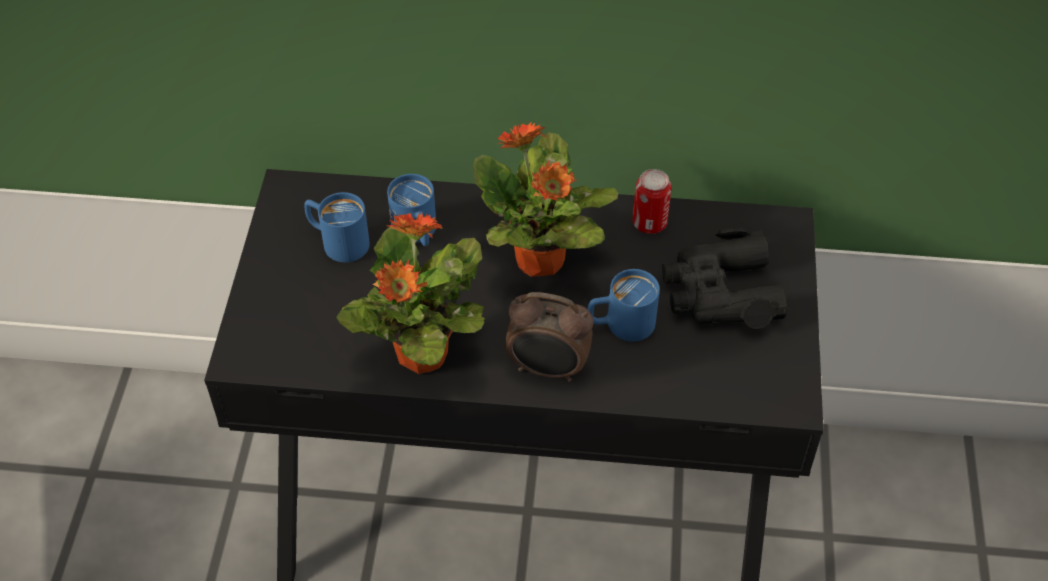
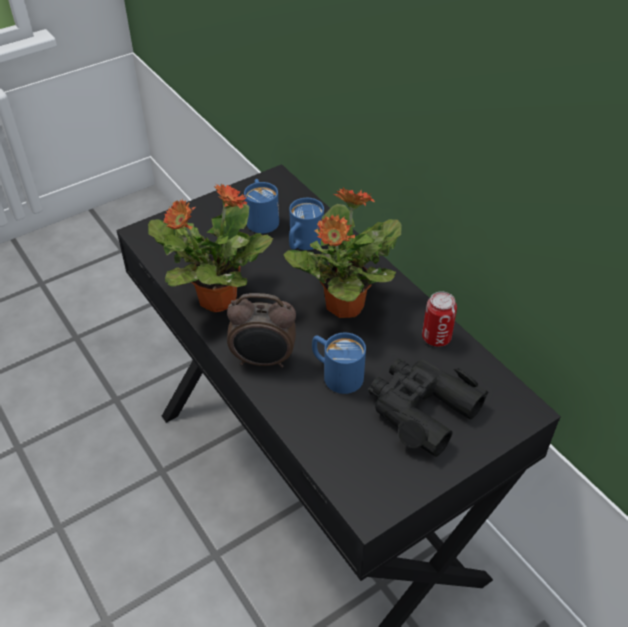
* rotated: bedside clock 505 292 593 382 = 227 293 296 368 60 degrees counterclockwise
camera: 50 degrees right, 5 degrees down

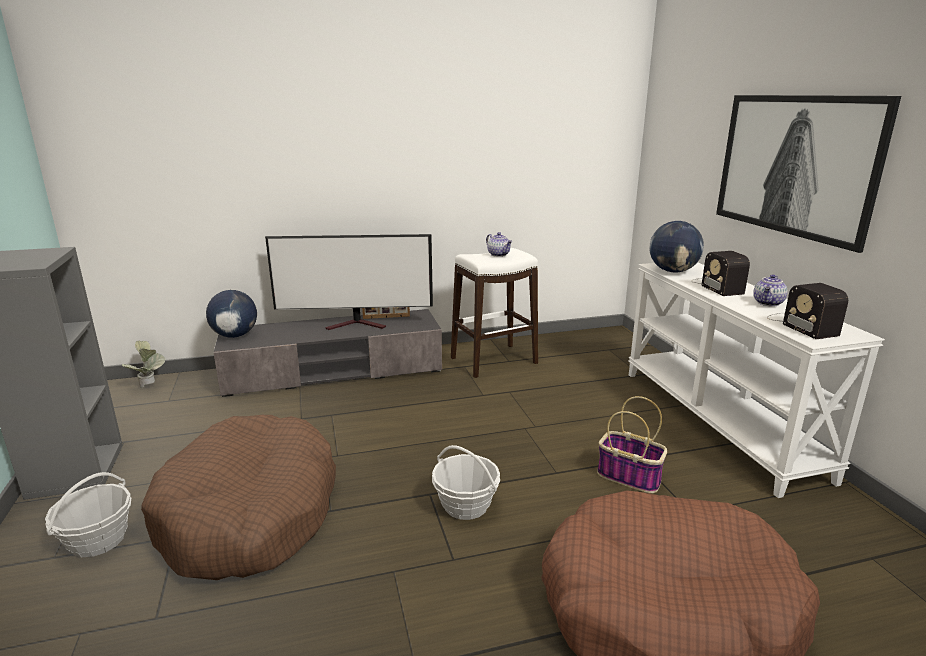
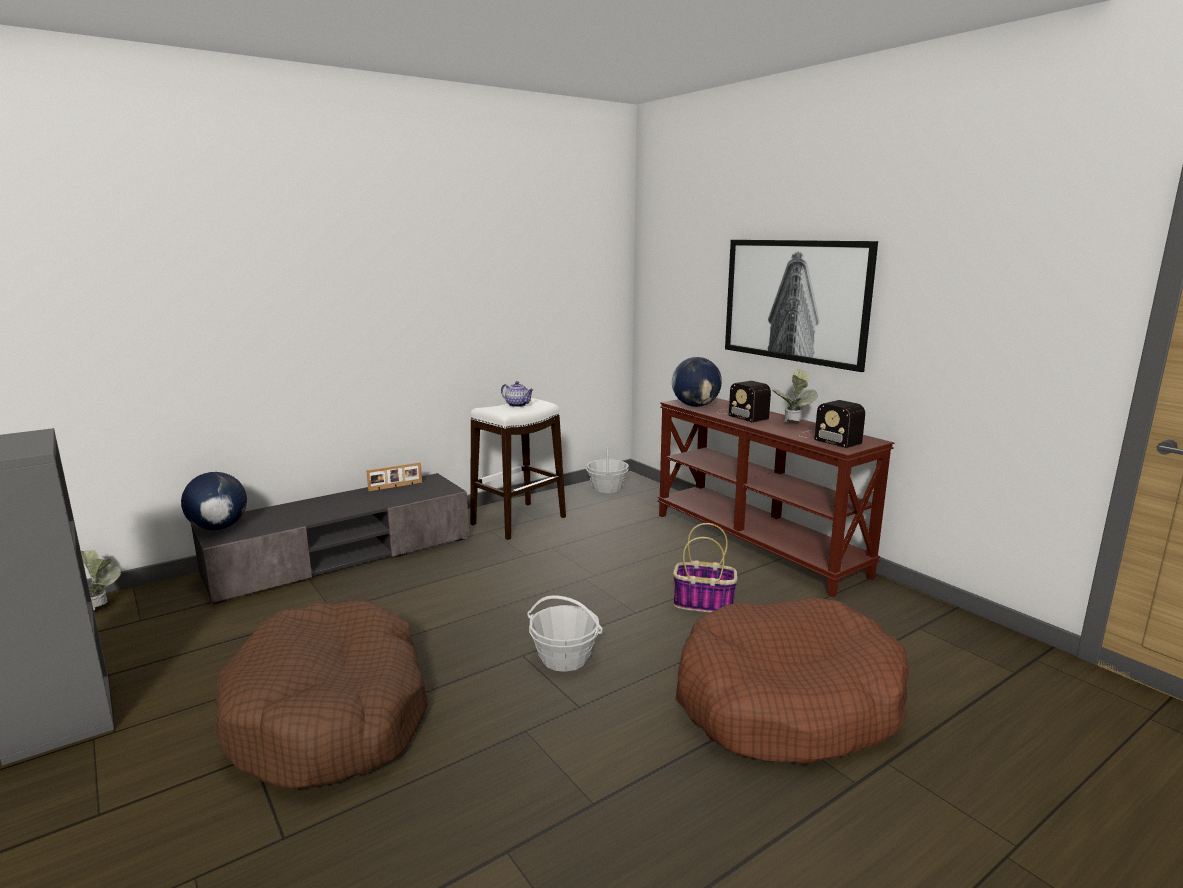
* shifted: basket 45 472 131 557 to 586 447 629 493
* gone: television 265 234 433 330
* repainted: whitish hall table 628 262 885 498 to brown hall table 658 398 894 598
* swapped: teapot 753 274 788 307 to plant in a pot 772 369 818 423
camera: 20 degrees left, 5 degrees down

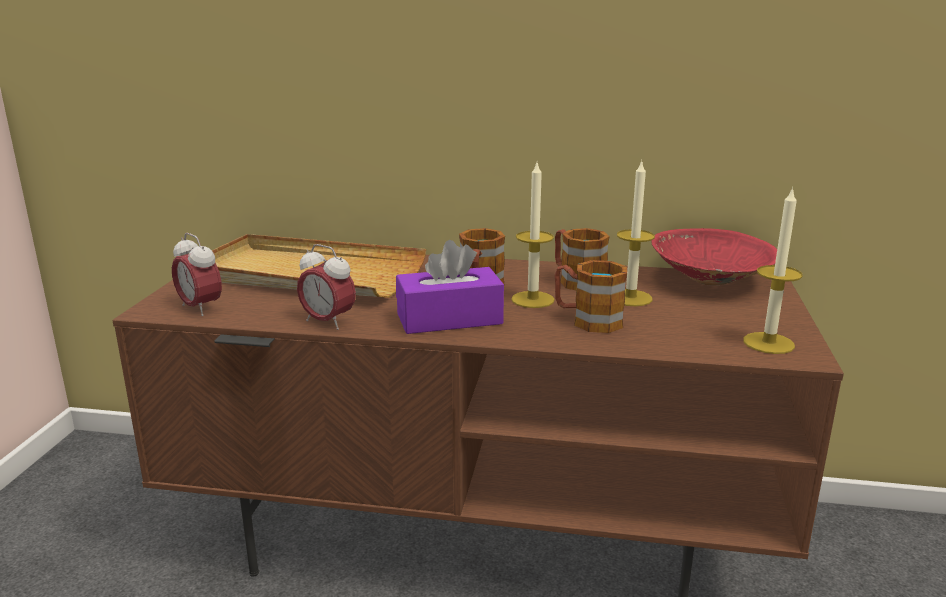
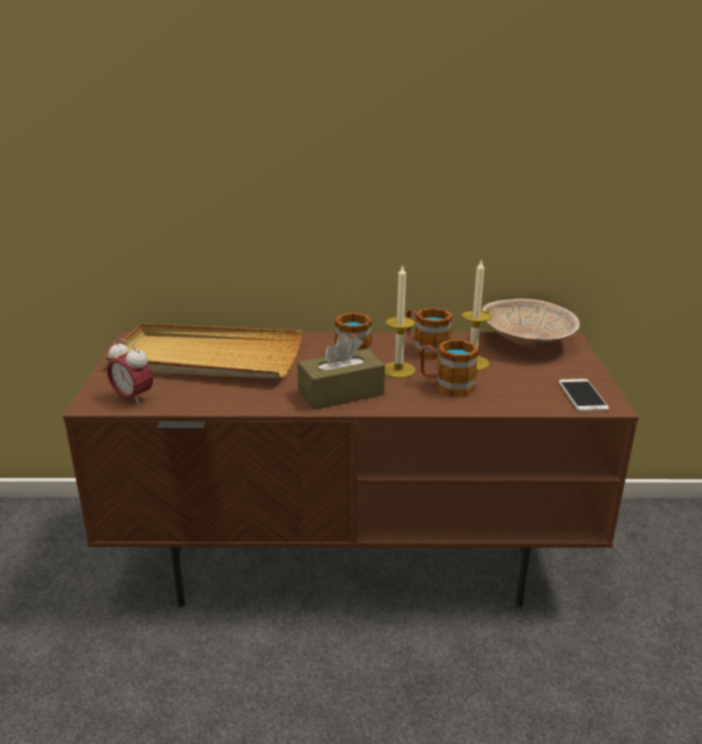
* gone: bedside clock 297 244 356 330
* repainted: purplish tissue box 396 240 504 334 to brown tissue box 297 334 385 410
* repainted: red-coloured deep dish 652 228 777 286 to beige deep dish 482 299 580 347
* swapped: wax candle 743 187 803 354 to handset 559 379 609 412
camera: 10 degrees left, 5 degrees up

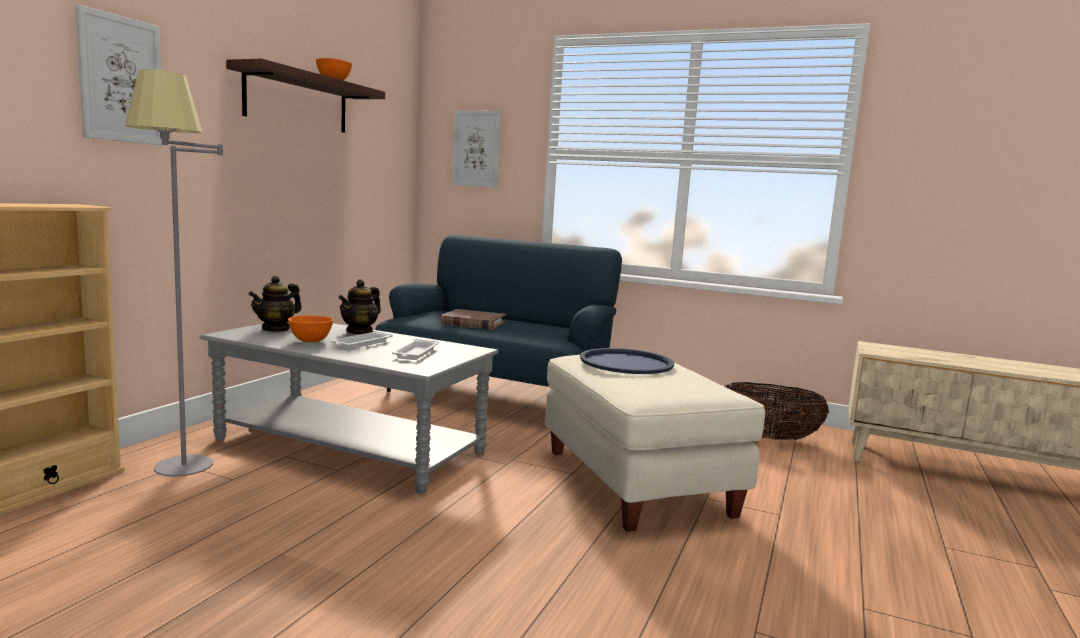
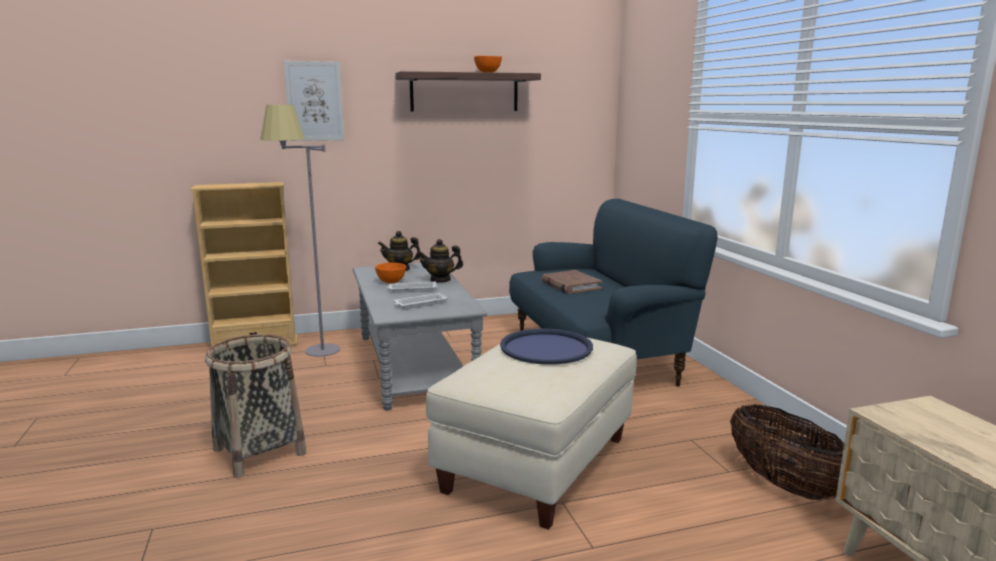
* gone: wall picture 452 111 501 188
* new: basket 205 334 306 478
camera: 50 degrees right, 5 degrees up

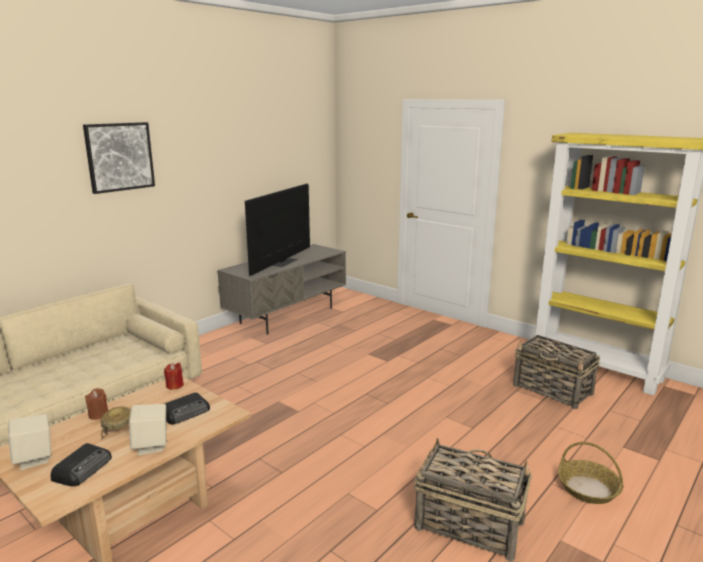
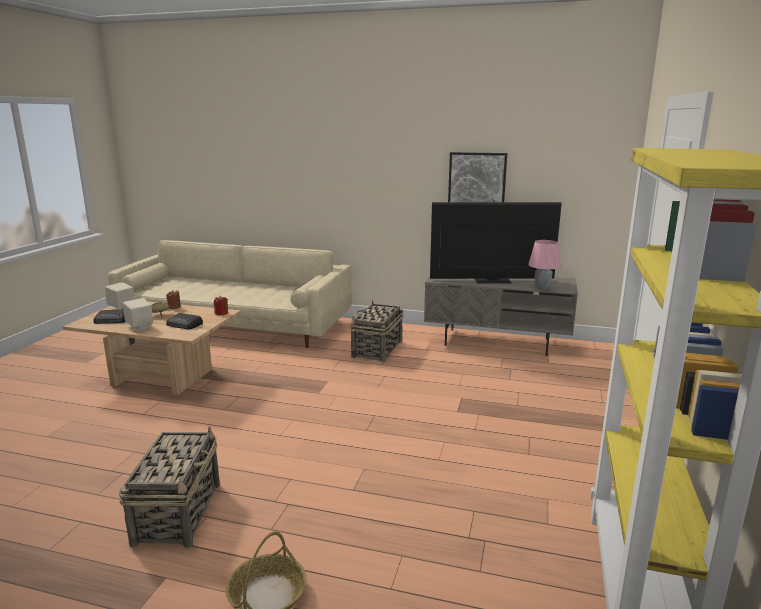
* shifted: wall picture 83 122 155 194 to 448 152 507 202
* shifted: basket 513 335 600 409 to 350 300 404 362
* new: pink tabletop lamp 528 240 561 289
camera: 65 degrees right, 0 degrees up

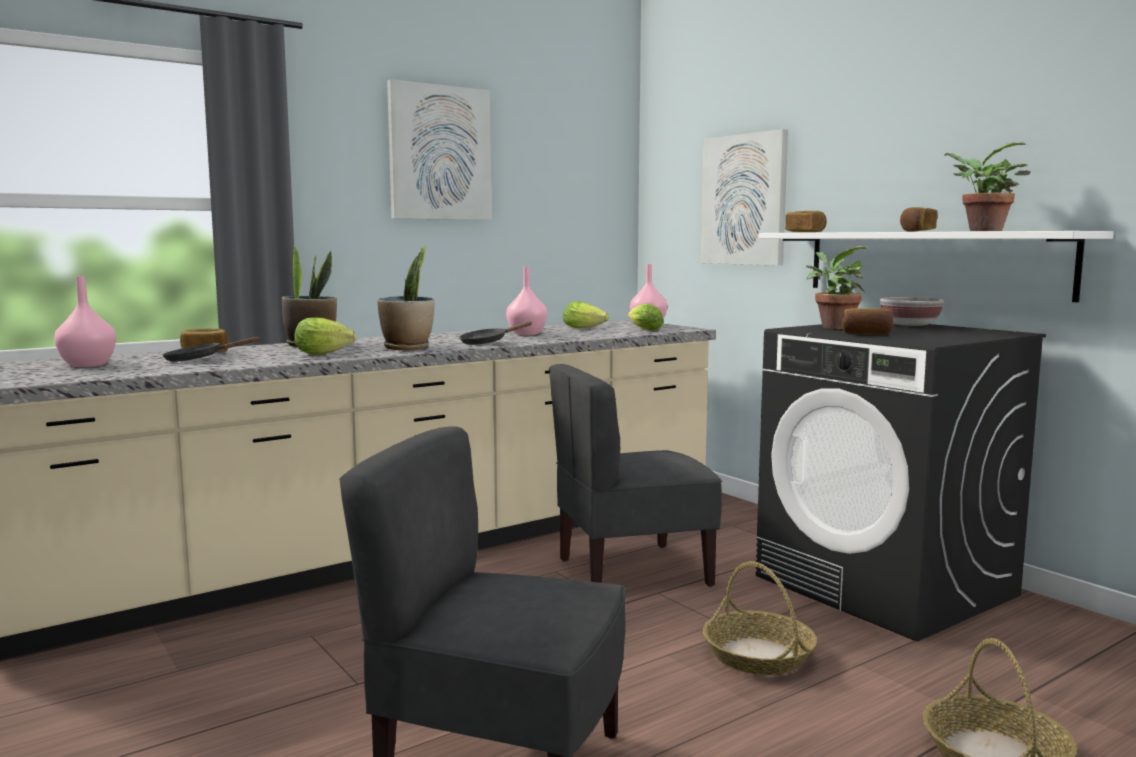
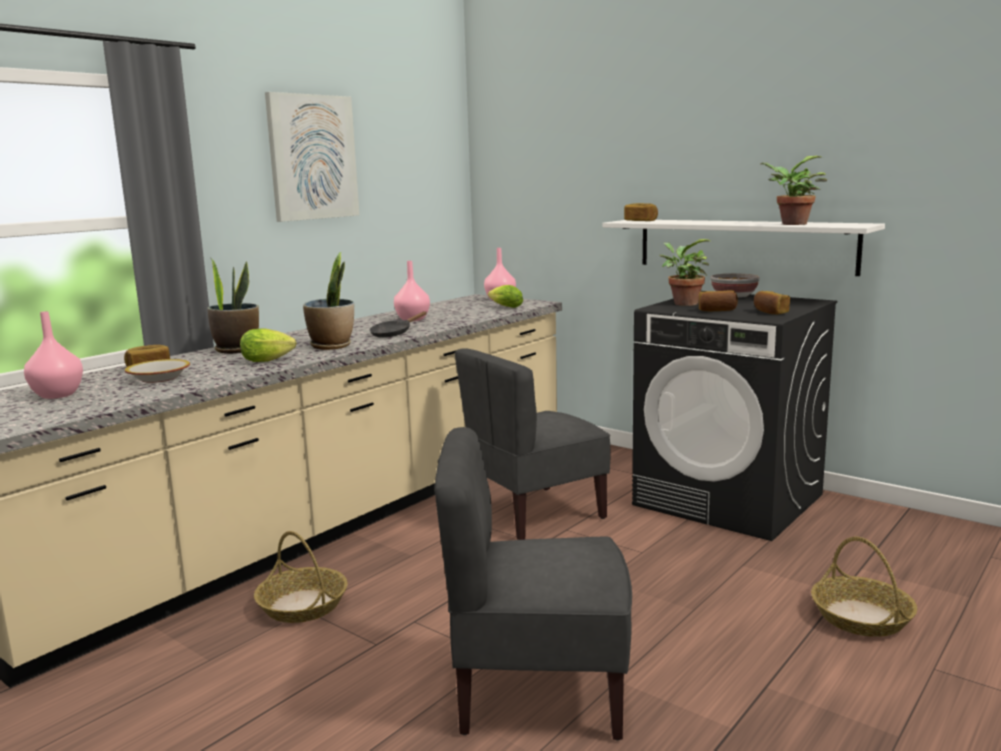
* swapped: black-coloured frying pan 162 337 261 362 to deep dish 125 359 190 383
* gone: lettuce head 563 301 609 328
* gone: wall picture 700 129 788 266
* shifted: basket 703 561 817 675 to 254 531 348 623
* shifted: bakery bread 900 207 938 232 to 754 291 790 314
camera: 15 degrees left, 5 degrees up

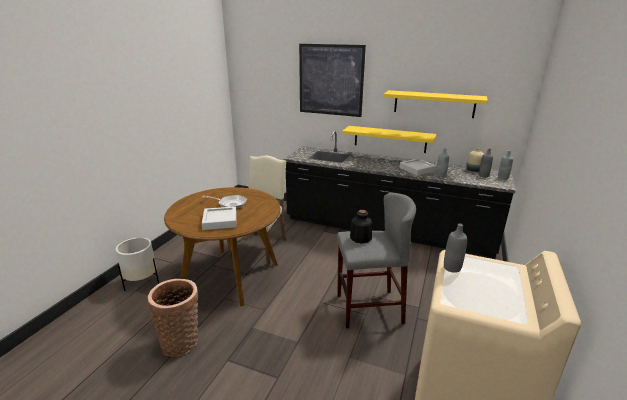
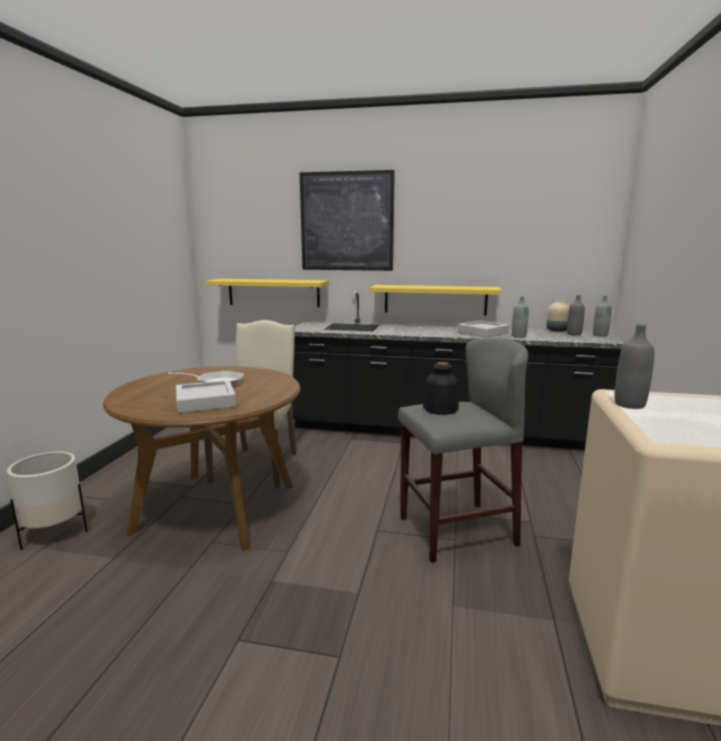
* gone: basket 148 279 199 357
* shifted: yellowish shelf 383 90 488 118 to 205 279 329 307
camera: 10 degrees left, 10 degrees down

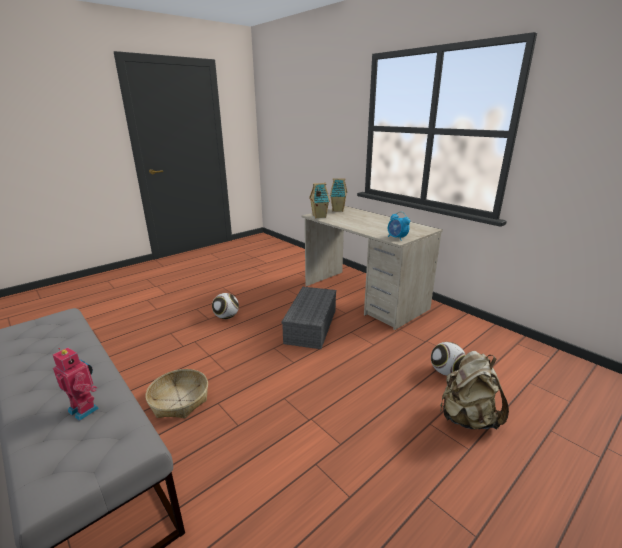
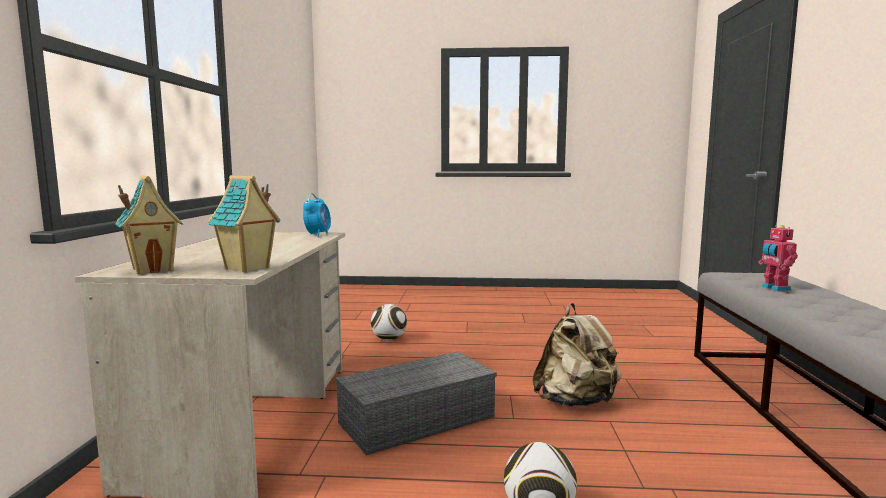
* gone: basket 146 369 208 418
* shifted: beige rucksack 440 351 509 430 to 532 303 622 407
camera: 135 degrees left, 15 degrees down

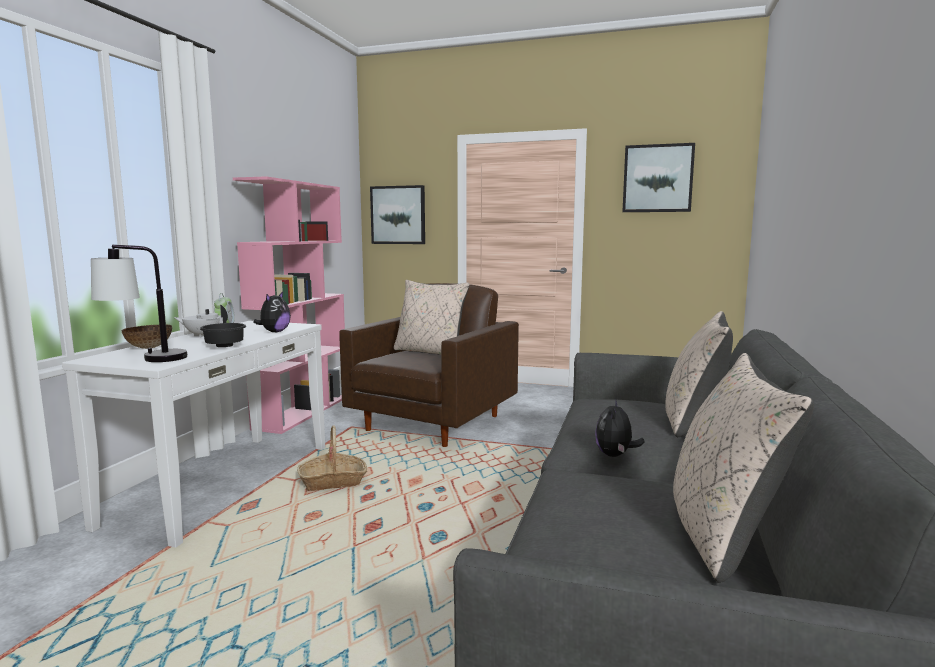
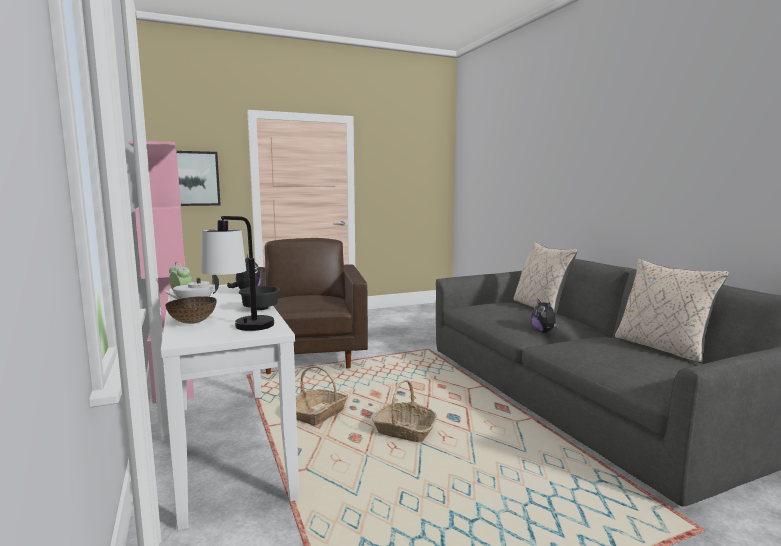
* gone: beige throw pillow 394 280 470 355
* gone: wall picture 622 143 695 212
* new: basket 372 380 437 442
camera: 40 degrees left, 0 degrees up

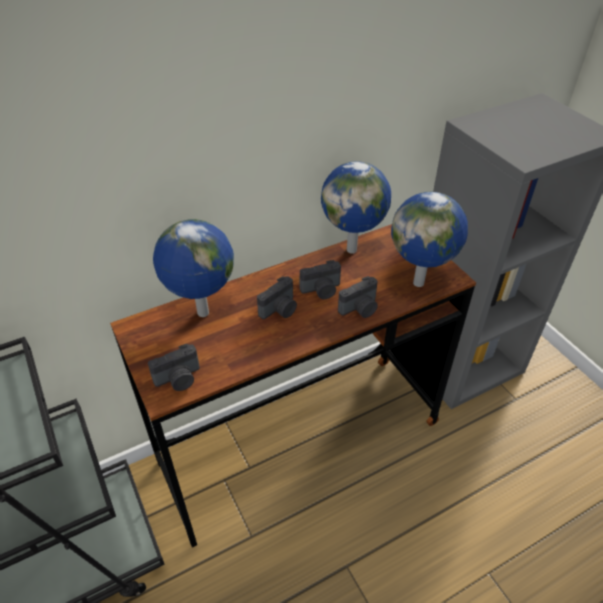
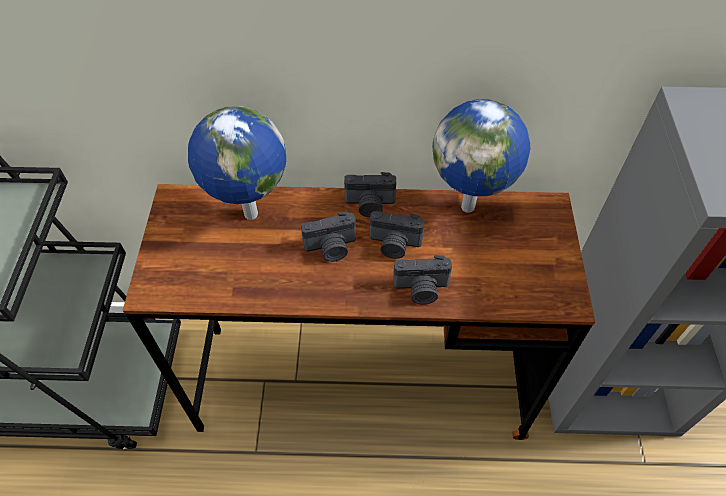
* shifted: photo camera 148 344 200 391 to 344 172 396 218
* gone: world globe 391 192 468 287
camera: 30 degrees right, 10 degrees up

